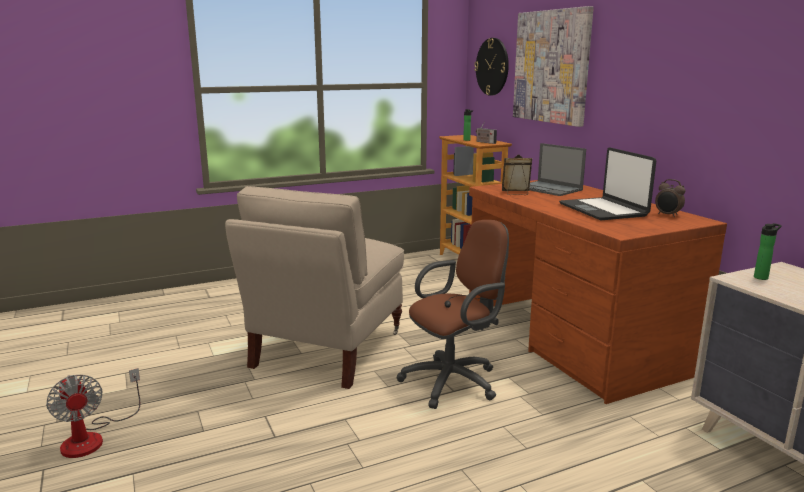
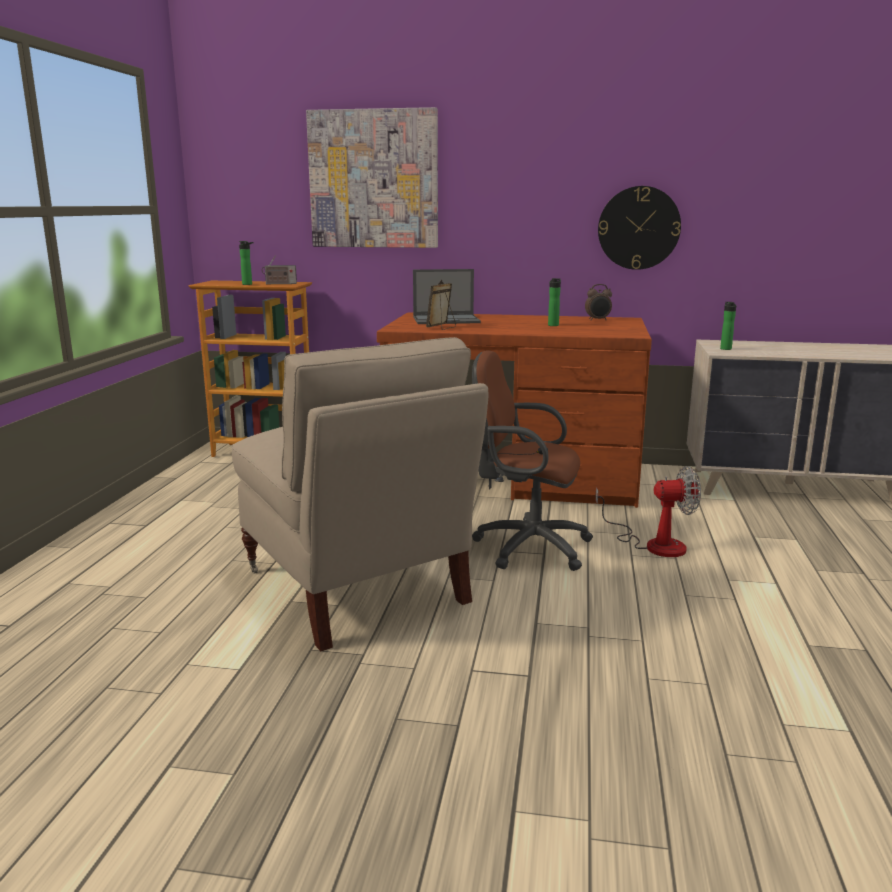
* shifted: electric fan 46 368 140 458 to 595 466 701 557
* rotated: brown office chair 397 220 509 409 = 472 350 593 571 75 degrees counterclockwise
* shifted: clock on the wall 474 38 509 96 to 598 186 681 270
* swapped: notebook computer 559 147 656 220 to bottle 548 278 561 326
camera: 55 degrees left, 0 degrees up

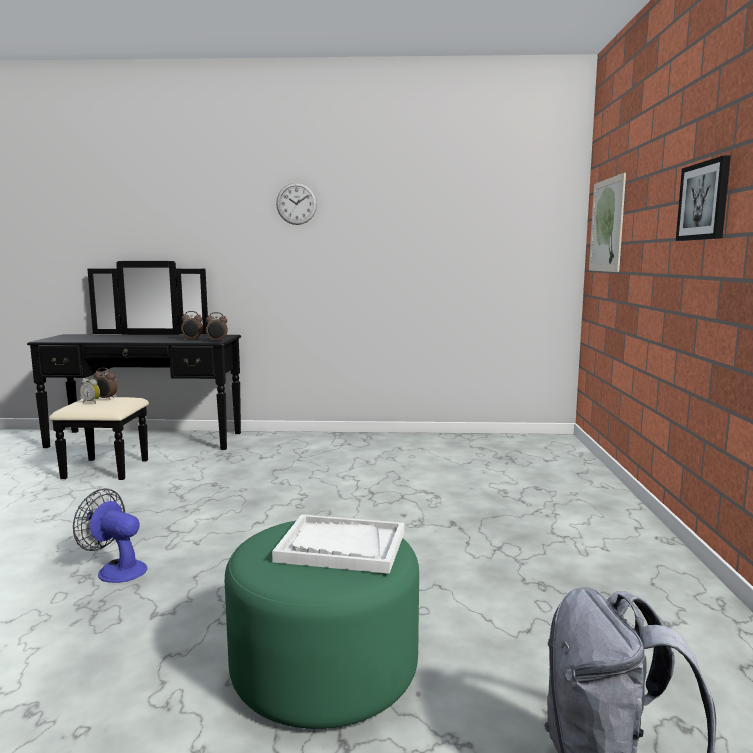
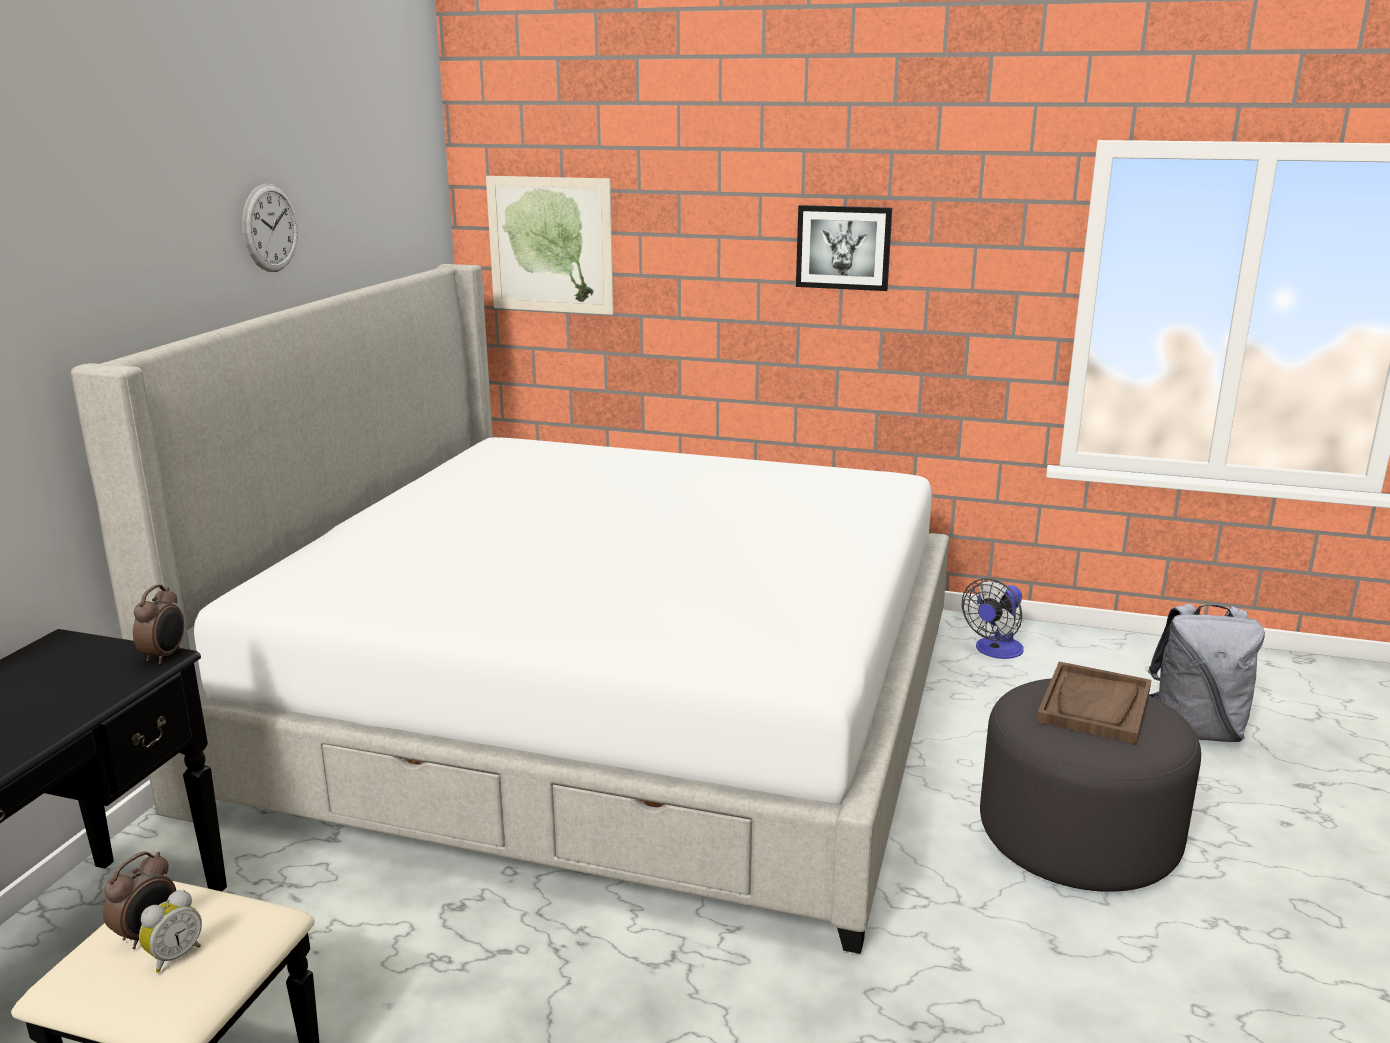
* shifted: electric fan 73 489 147 583 to 961 578 1024 659
* gone: bedside clock 181 311 203 340
* repainted: greenish ottoman 225 520 419 729 to greyish ottoman 980 678 1201 892
* repainted: whitish tray 272 514 404 574 to brown tray 1037 662 1151 744
* shifted: clock on the wall 276 182 317 225 to 242 184 298 272
* new: sleeping bed 71 264 949 954
camera: 75 degrees left, 10 degrees up

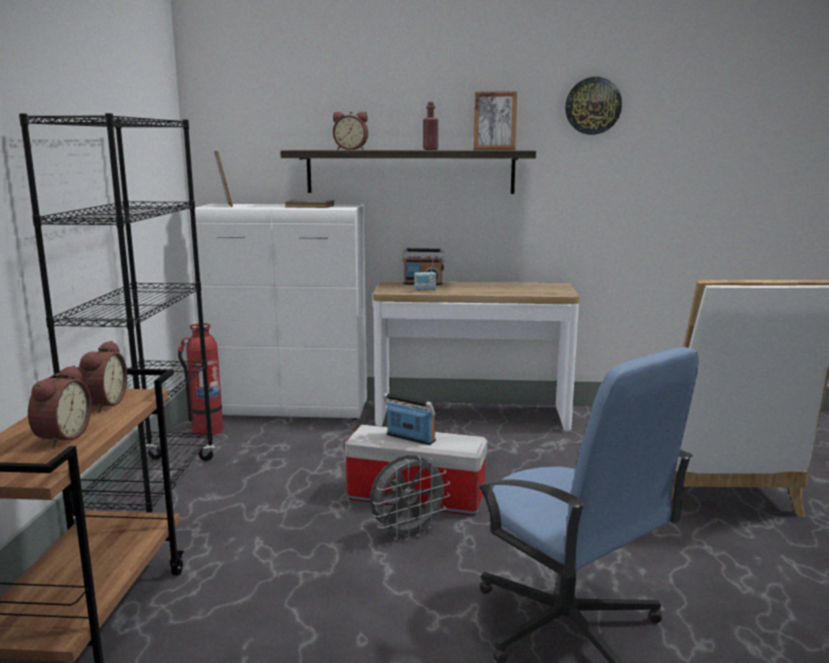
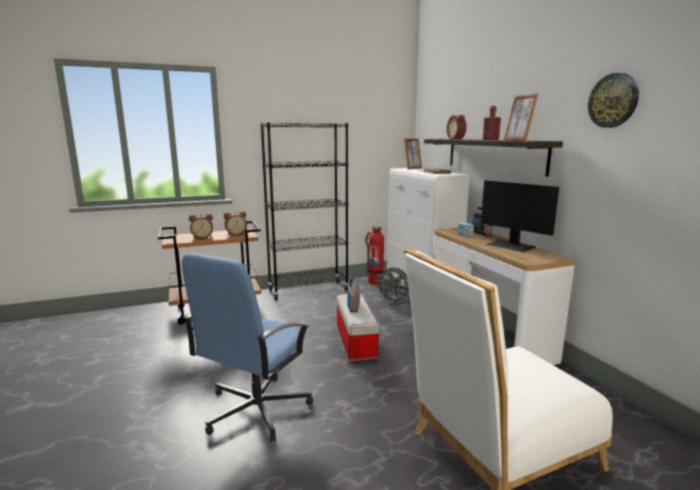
* shifted: greyish electric fan 370 455 450 540 to 376 267 409 304
* new: computer screen 481 180 559 252
camera: 65 degrees right, 0 degrees up

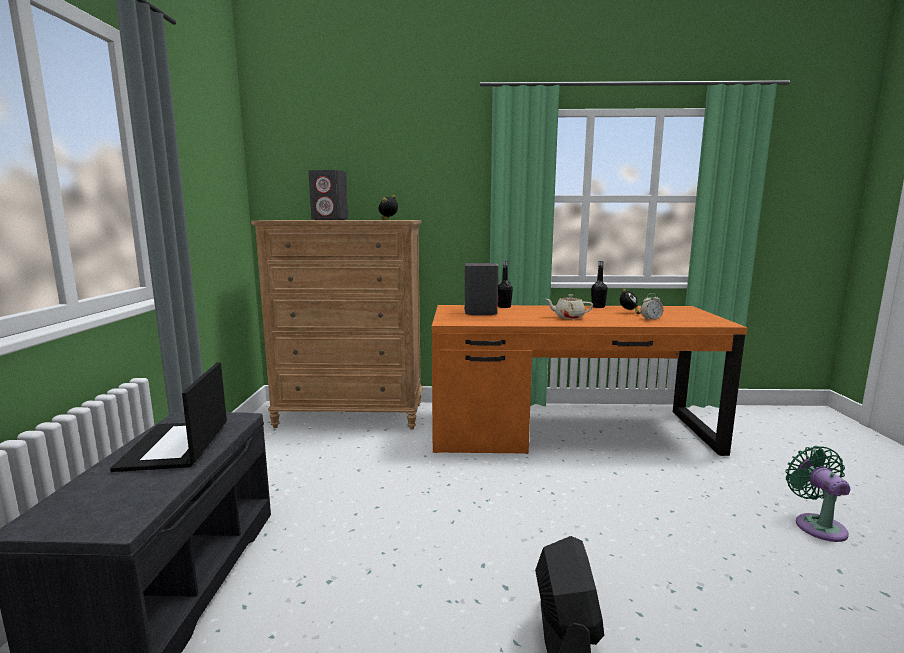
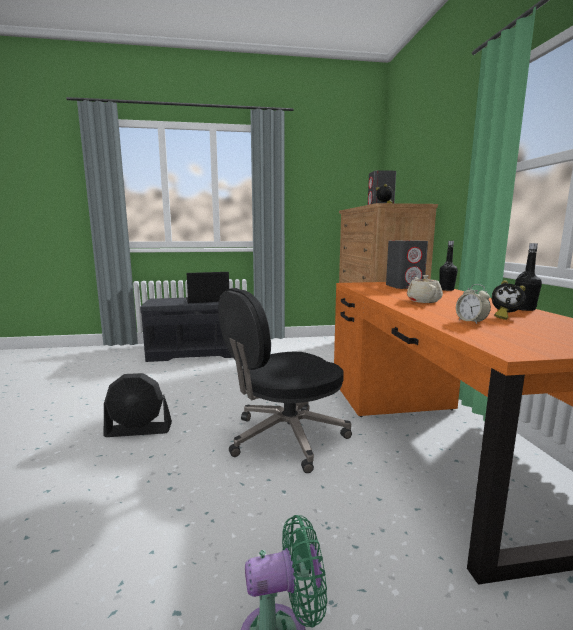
* new: black-coloured office chair 218 288 352 473
camera: 80 degrees right, 0 degrees up

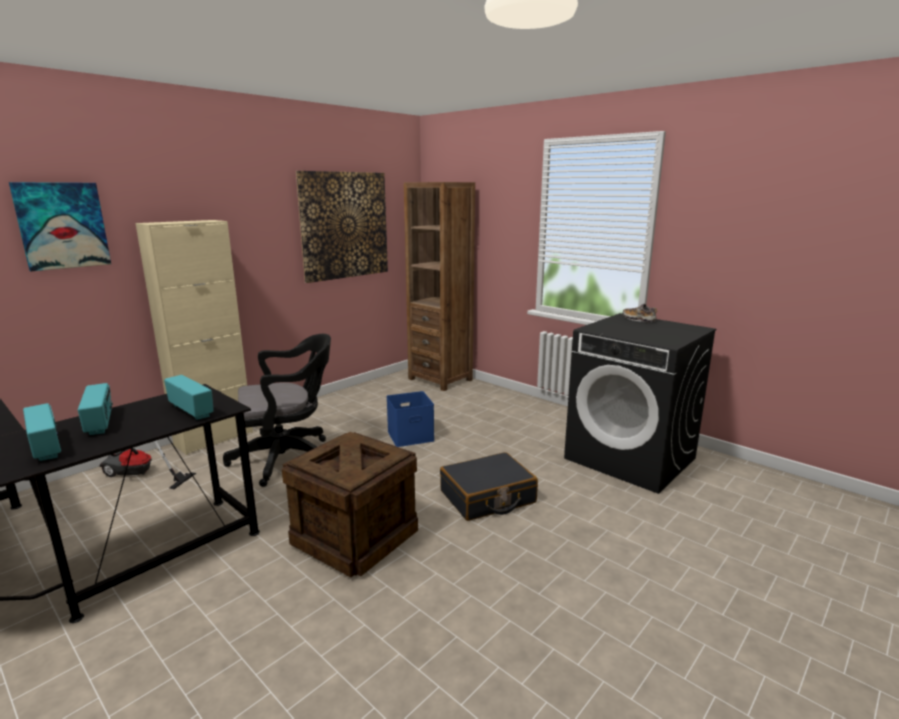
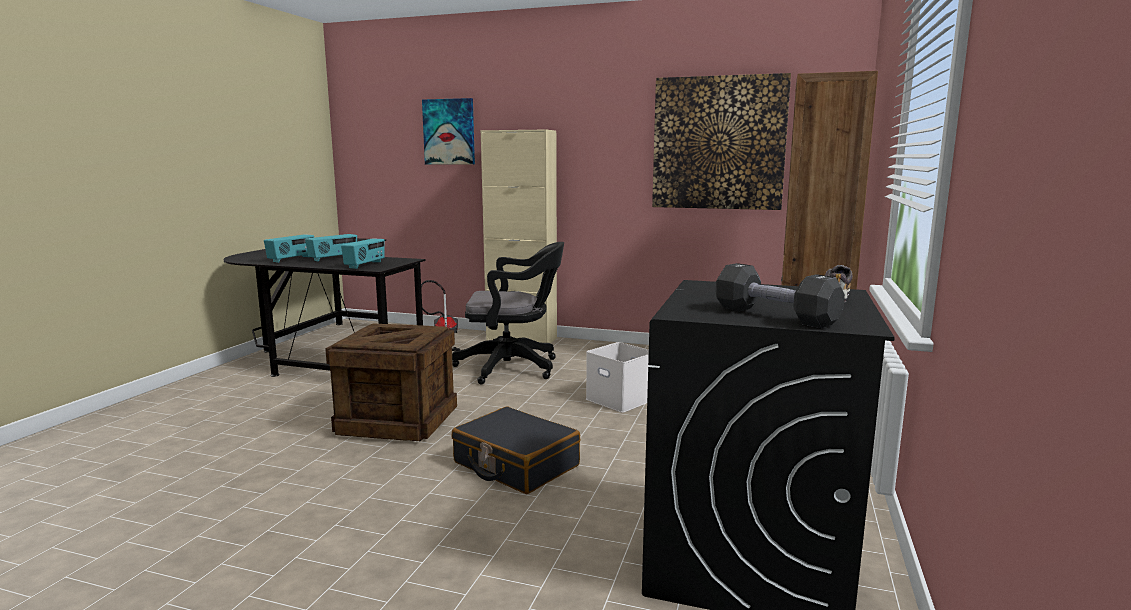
* rotated: black-coloured office chair 223 334 331 487 = 452 242 564 384 45 degrees counterclockwise
* repainted: blue storage box 386 391 434 447 to whitish storage box 586 342 649 413
* new: black-coloured dumbbell 716 263 845 328
camera: 65 degrees right, 5 degrees down

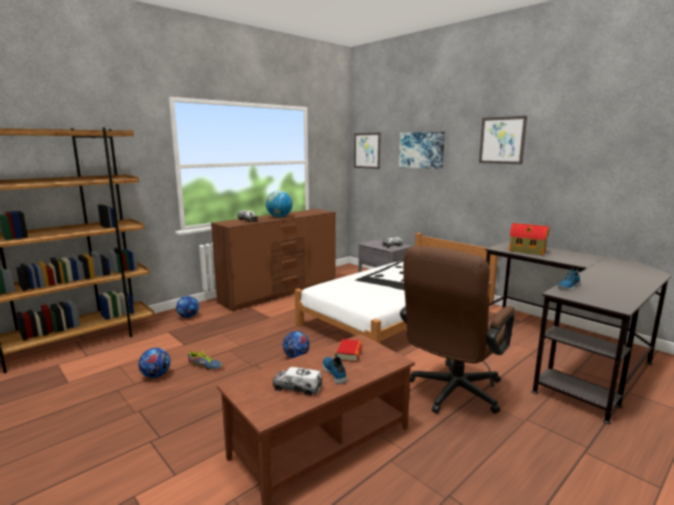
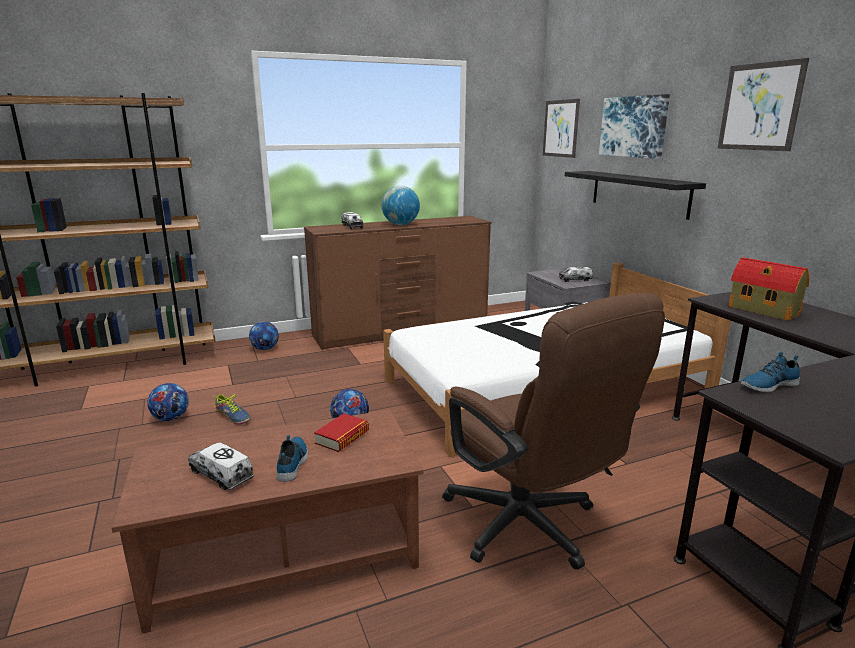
* rotated: brown office chair 400 246 515 414 = 442 293 665 570 90 degrees counterclockwise
* new: black-coloured shelf 565 171 706 220
camera: 20 degrees right, 5 degrees up

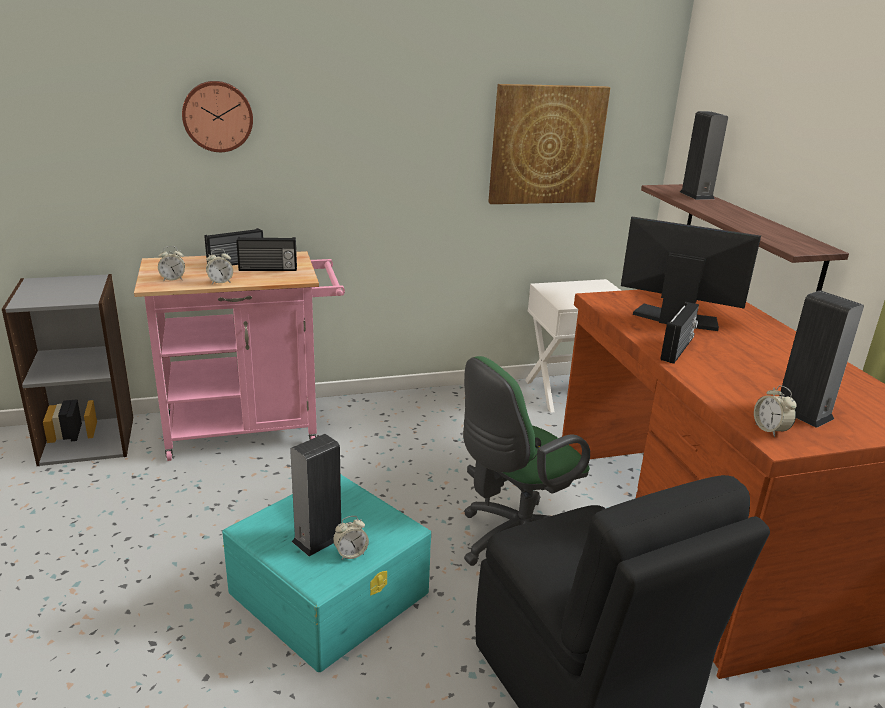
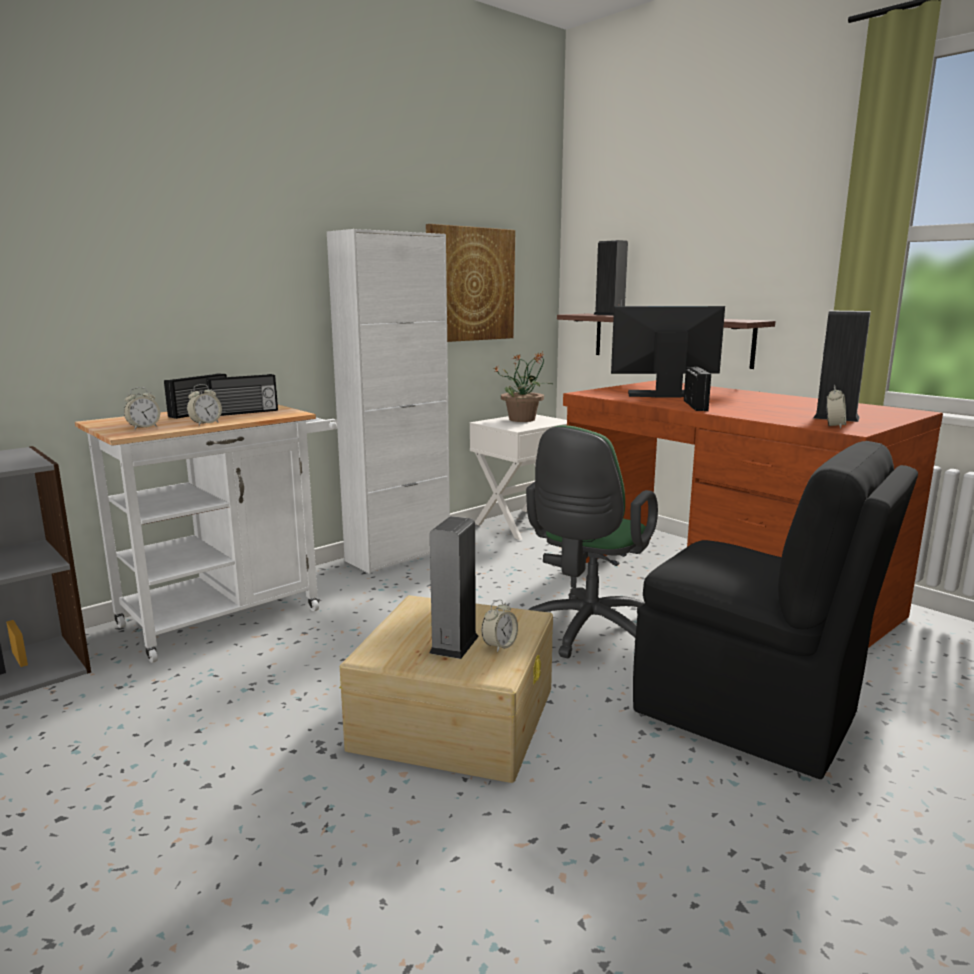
* repainted: pink wheeled cart 134 251 345 461 to whitish wheeled cart 75 405 338 663
* gone: clock on the wall 182 81 253 152
* repainted: turquoise storage box 222 474 431 672 to beige storage box 339 595 553 783
* rotated: bedside clock 754 385 797 437 = 825 385 846 429 105 degrees counterclockwise
* new: whitish storage cabinet 327 229 450 574
* new: plant in a pot 494 352 554 422
camera: 25 degrees left, 10 degrees down

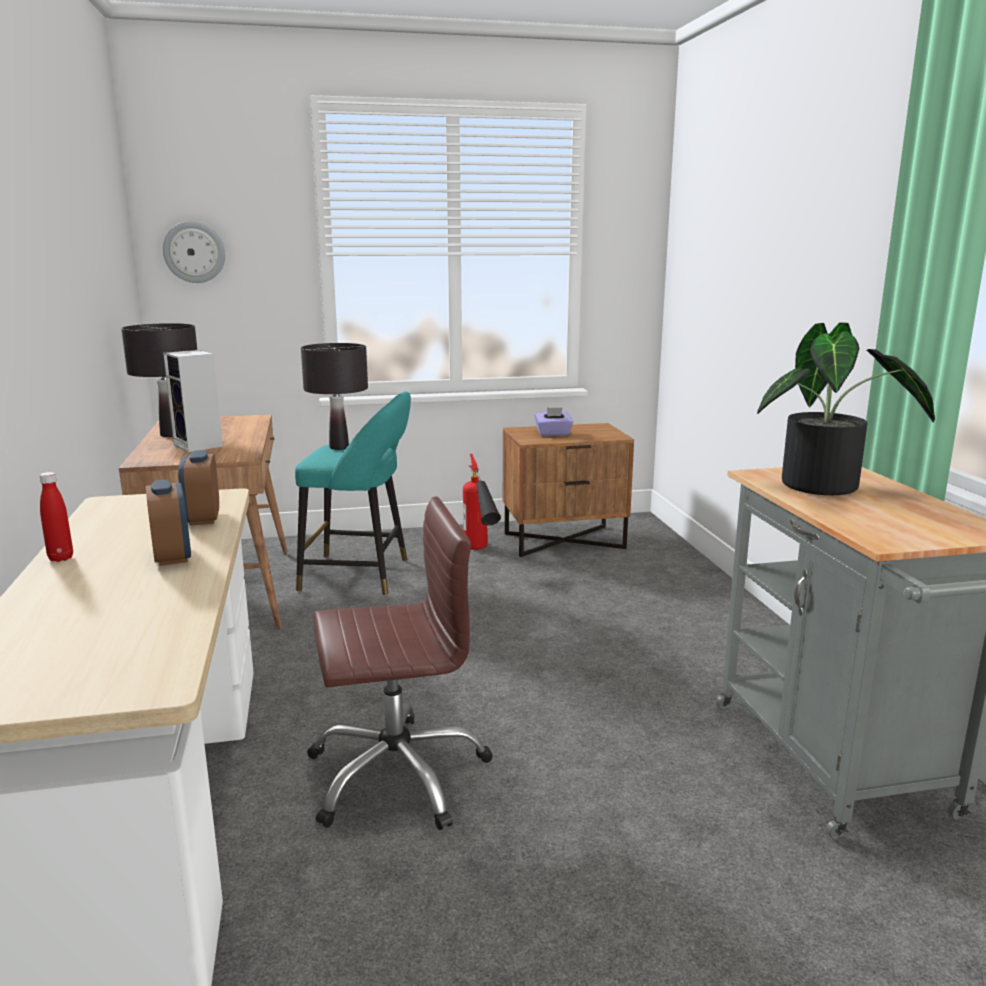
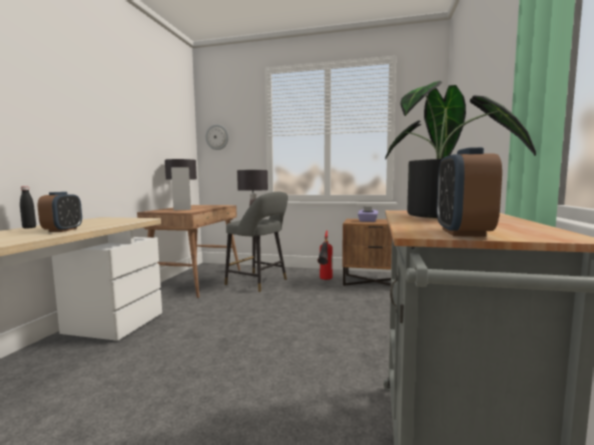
* repainted: red-coloured bottle 39 472 73 562 to black-coloured bottle 20 186 36 229
* shifted: bedside clock 178 450 219 526 to 437 147 502 237
* repainted: turquoise stool 295 391 411 596 to greyish stool 224 192 288 292
* gone: brown office chair 307 496 493 830
camera: 25 degrees right, 10 degrees down

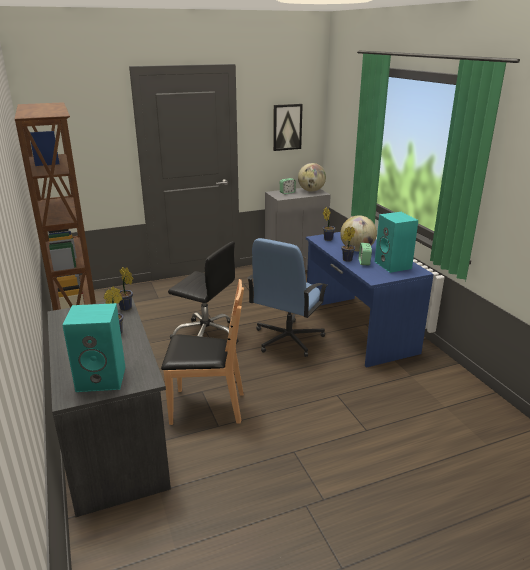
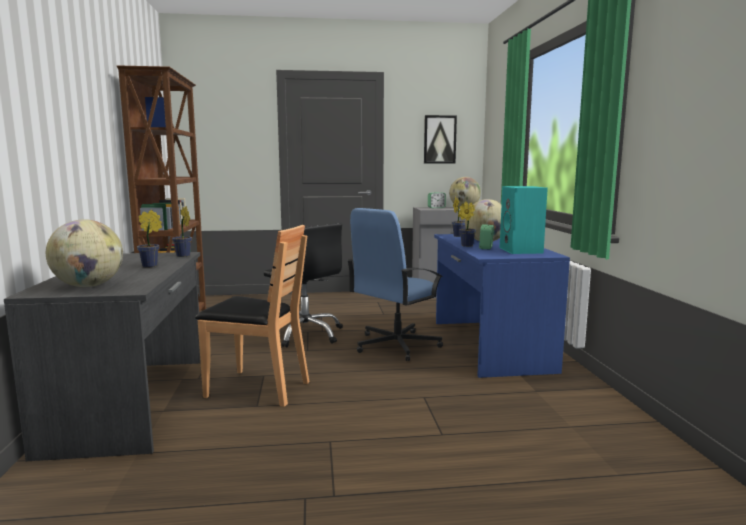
* swapped: turquoise speaker 62 303 126 392 to world globe 46 219 123 287
camera: 15 degrees right, 15 degrees down

